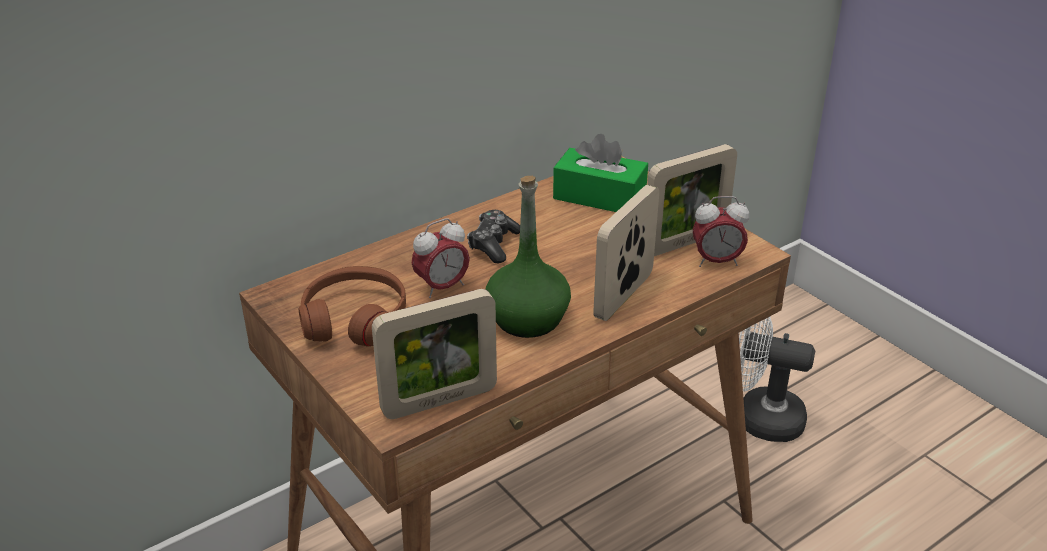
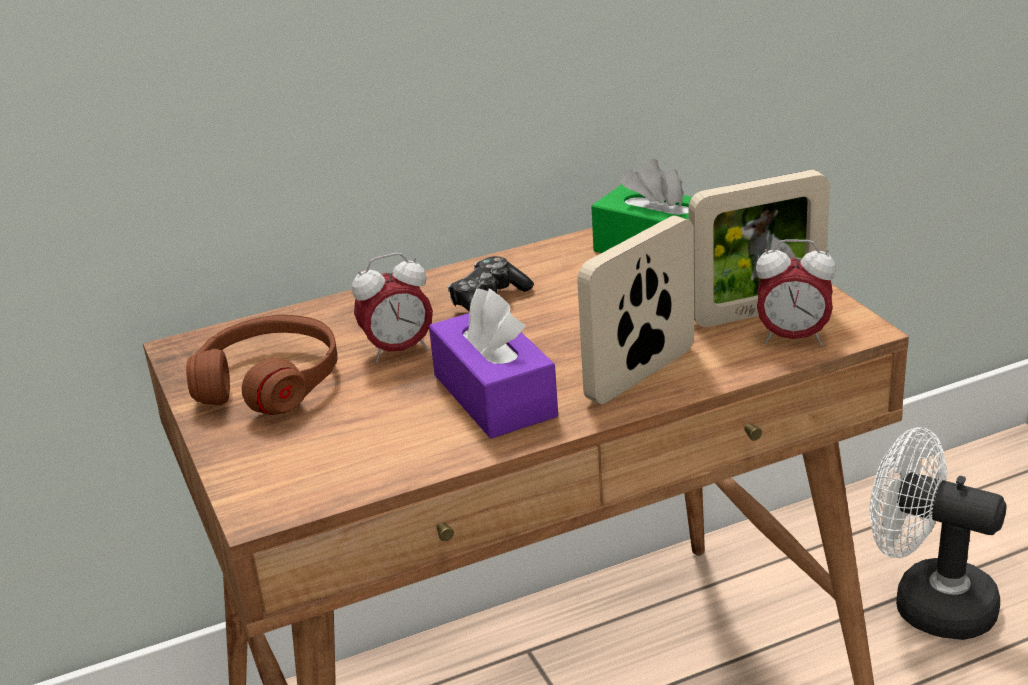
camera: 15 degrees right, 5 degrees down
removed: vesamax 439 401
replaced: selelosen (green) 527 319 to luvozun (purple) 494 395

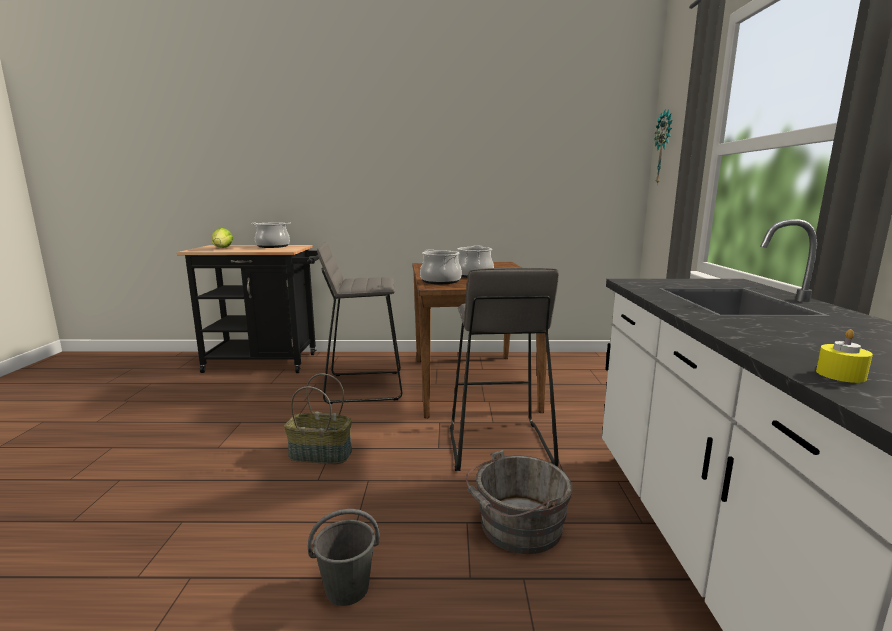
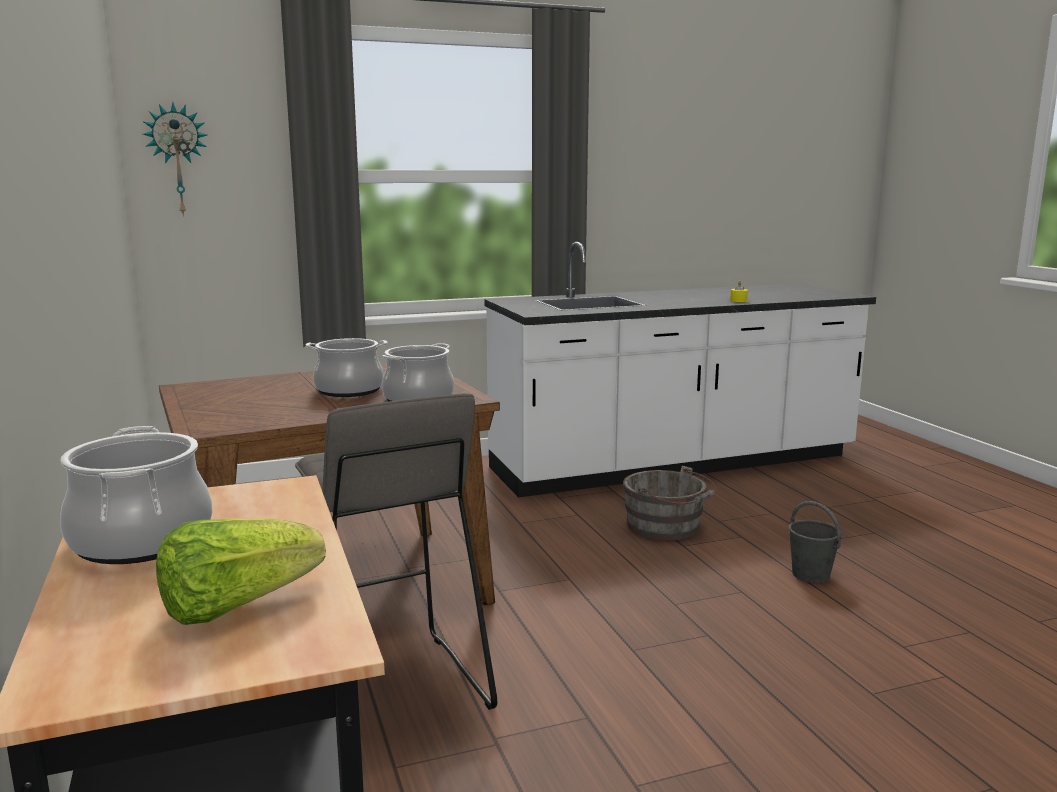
camera: 110 degrees left, 0 degrees up
removed: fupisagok 319 455; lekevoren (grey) 498 446

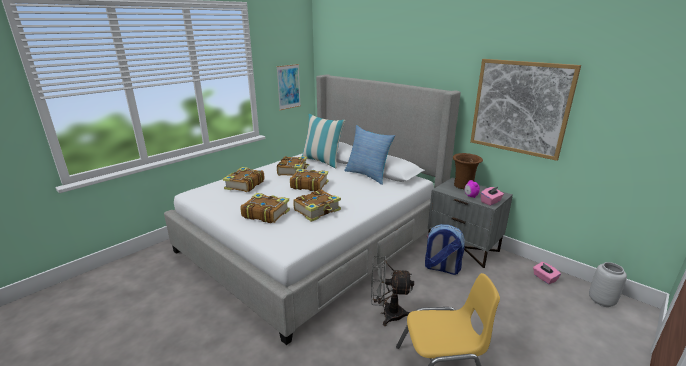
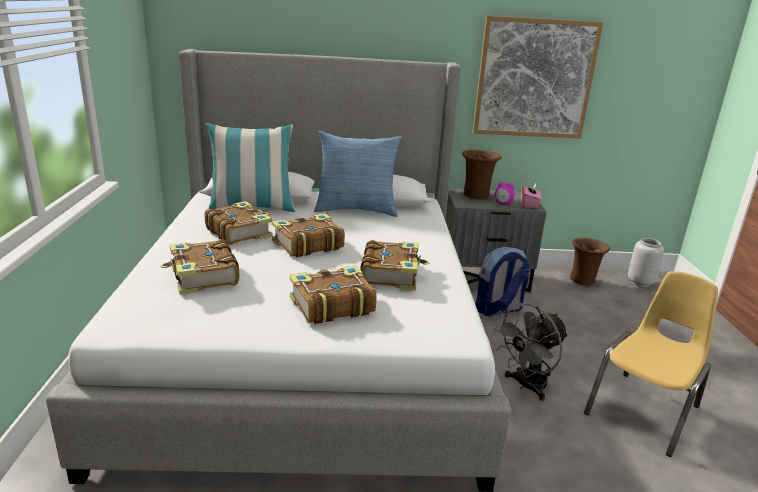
camera: 45 degrees left, 0 degrees up
removed: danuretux 288 87
replaced: luvozun (pink) 544 278 to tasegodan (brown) 583 280

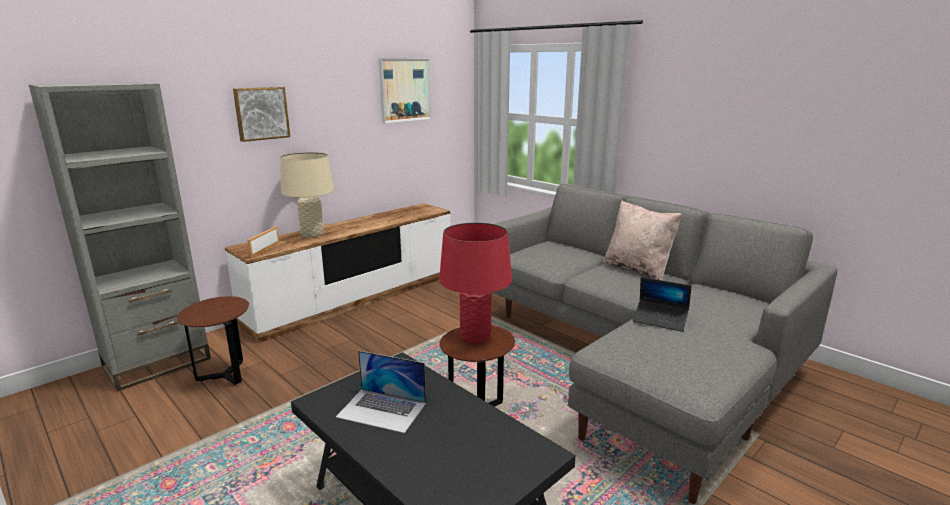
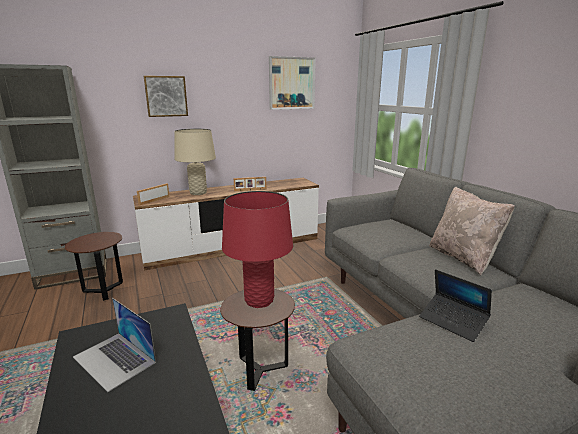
camera: 20 degrees right, 0 degrees up
added: vesamax 250 190

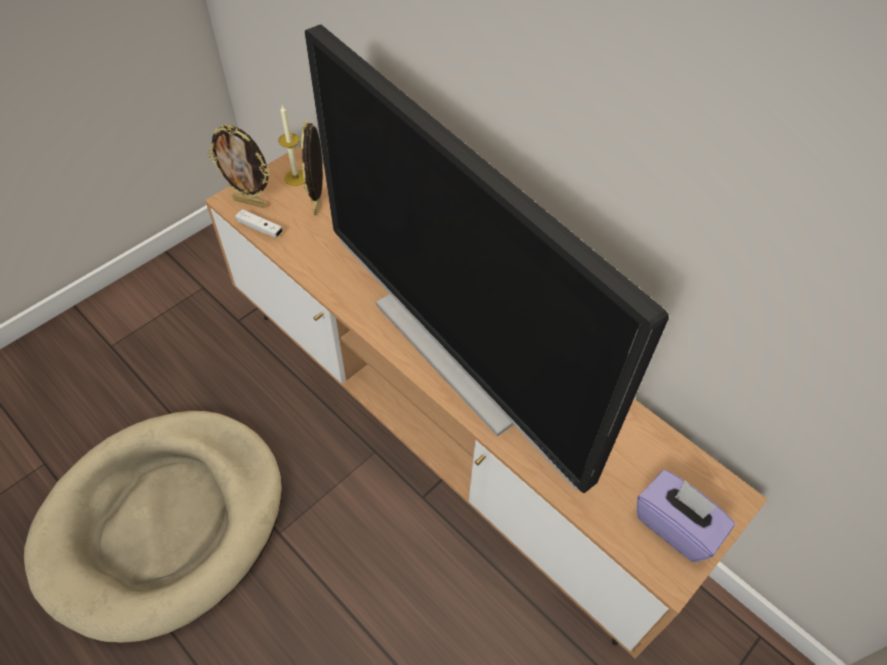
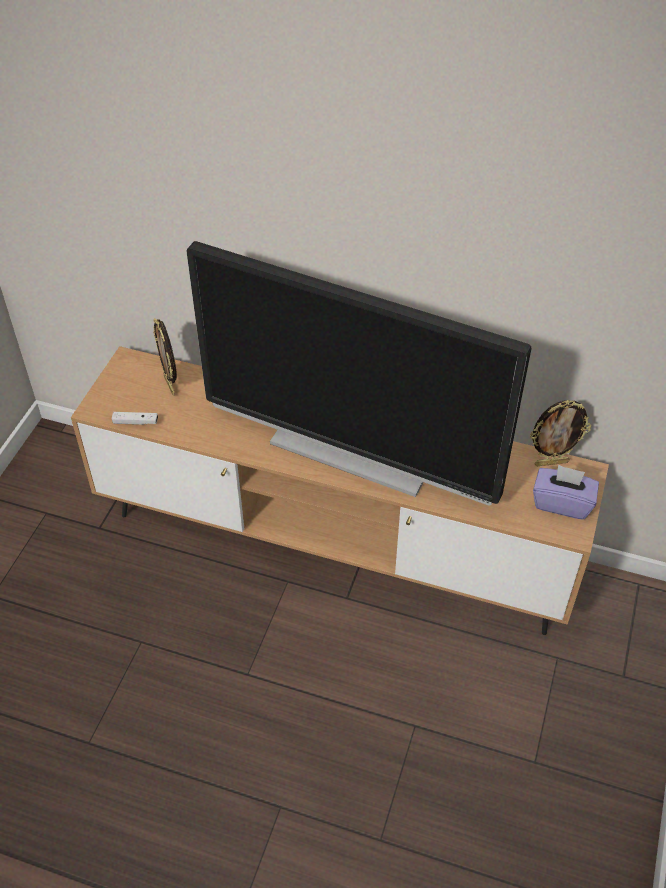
camera: 25 degrees left, 5 degrees down
removed: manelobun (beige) 164 522; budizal 296 178
moved: vesamax 250 202 to 551 462

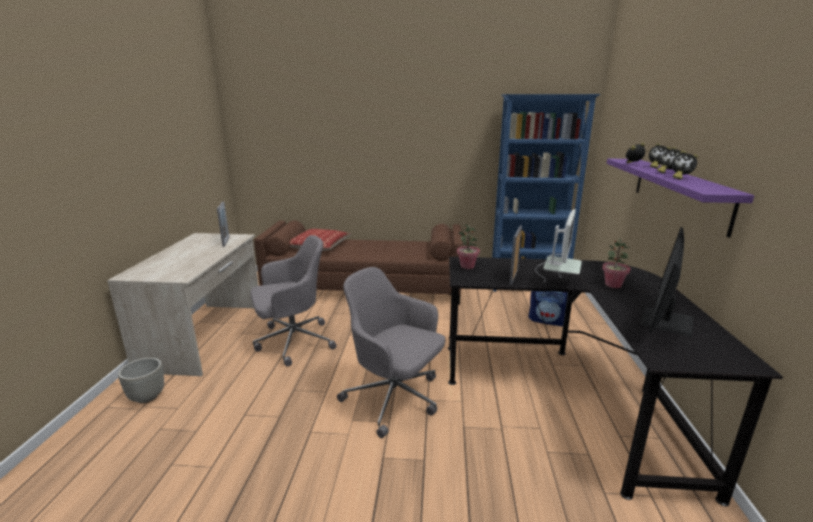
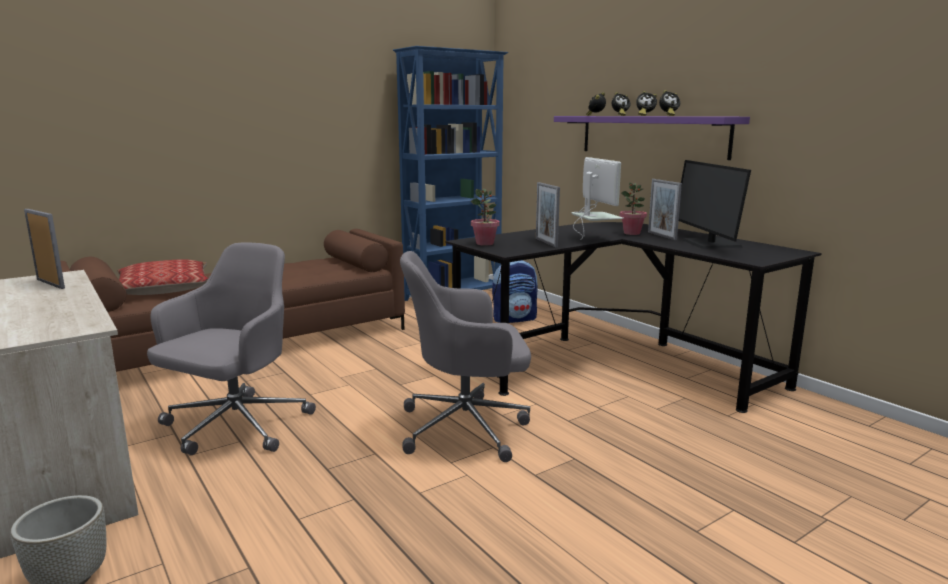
camera: 40 degrees left, 5 degrees down
added: vesamax 661 236

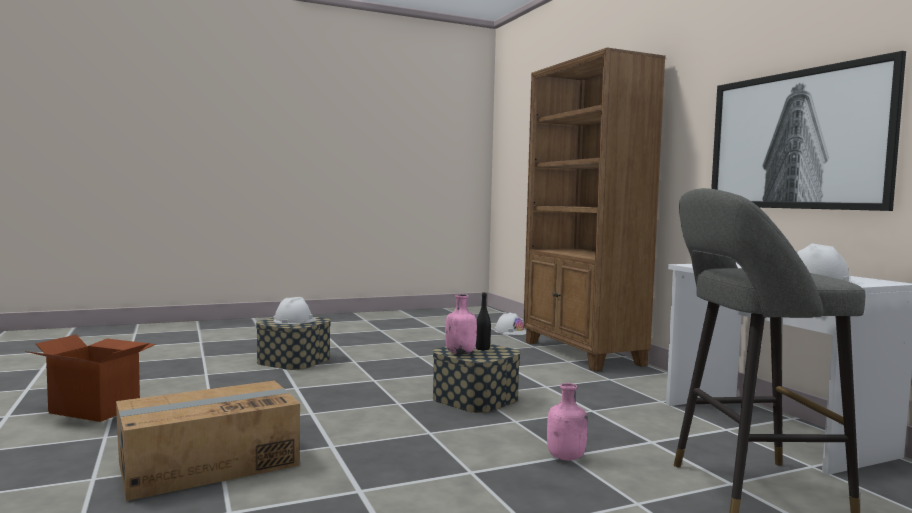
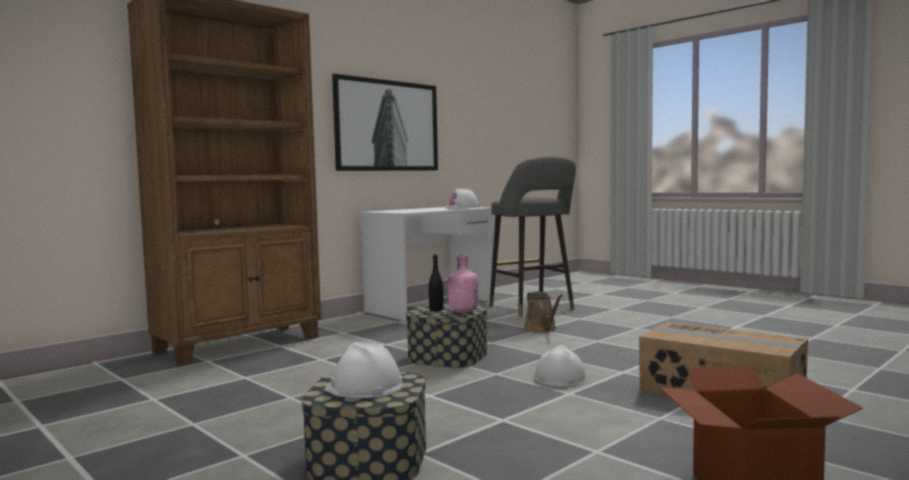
camera: 110 degrees left, 0 degrees up
moved: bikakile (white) 510 331 to 560 378
replaced: selelosen (pink) 566 458 to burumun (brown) 542 329

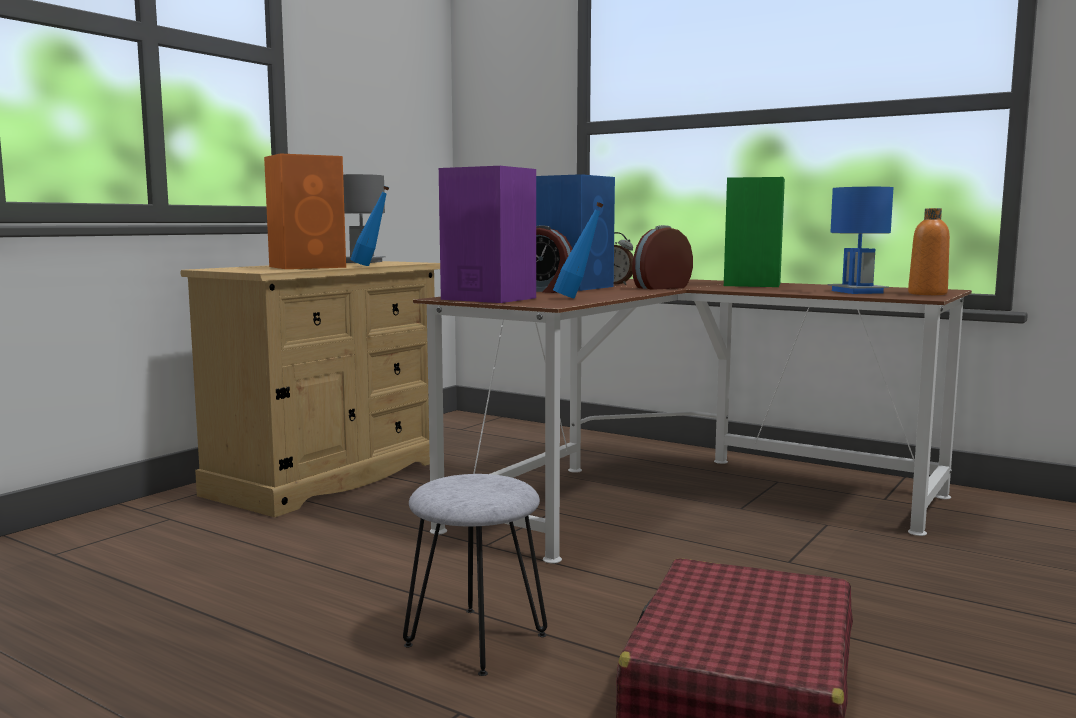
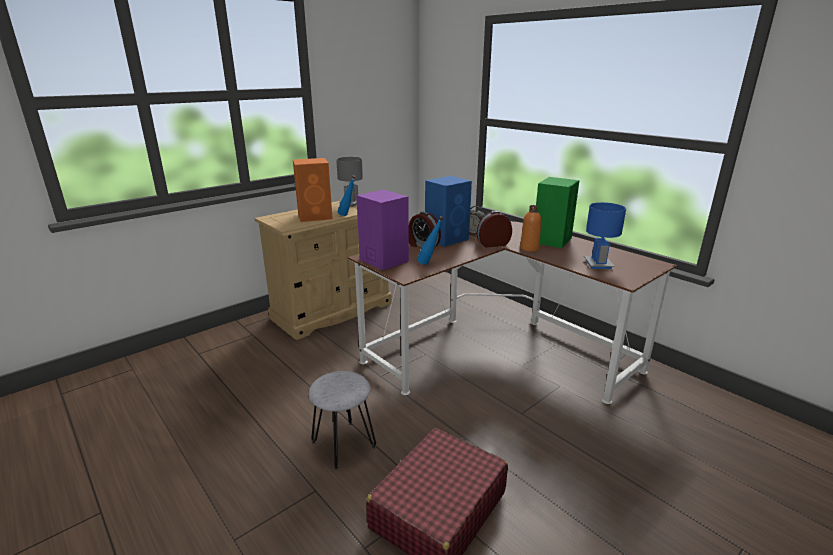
camera: 15 degrees right, 15 degrees up
moved: selelosen (orange) 927 294 to 529 248

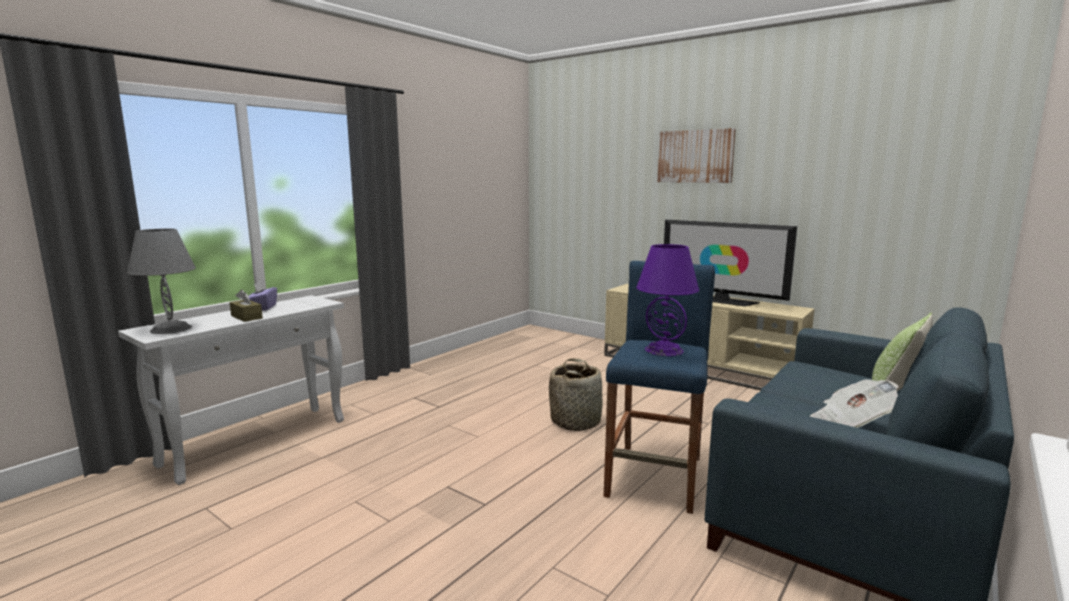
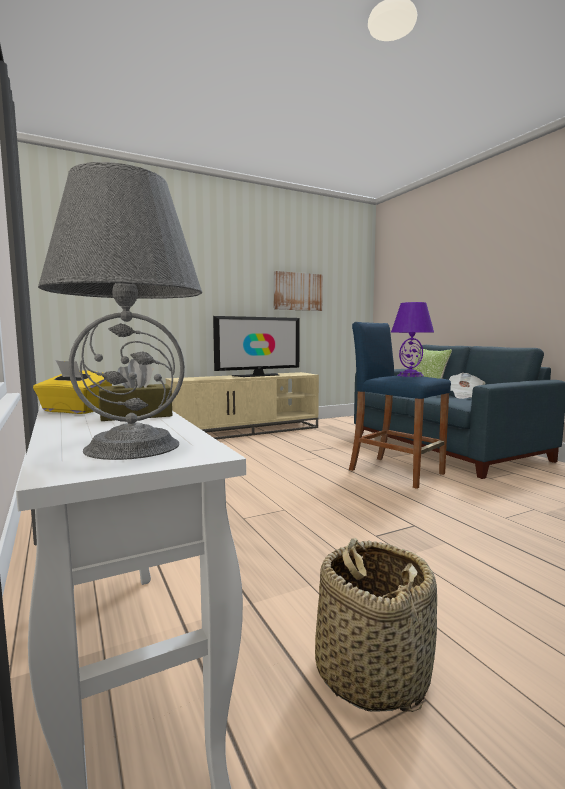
camera: 65 degrees left, 5 degrees down
moved: fupisagok 576 421 to 371 672; danuretux 695 156 to 298 291
recoloured: luvozun (purple) 263 307 to luvozun (yellow) 75 410

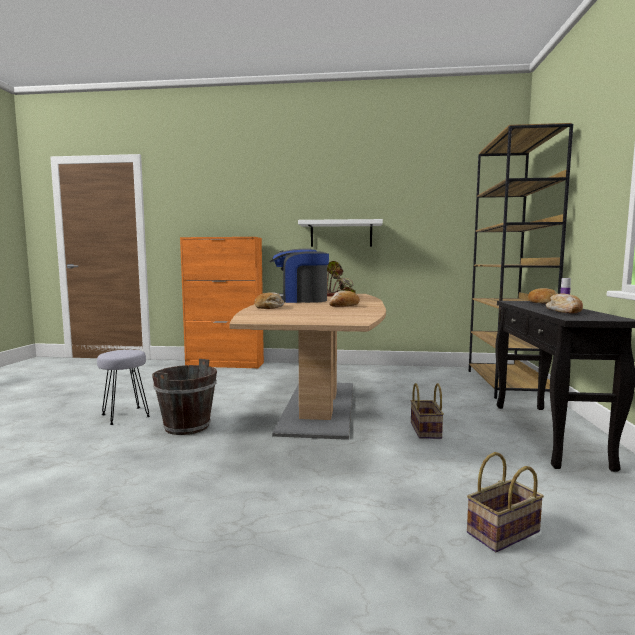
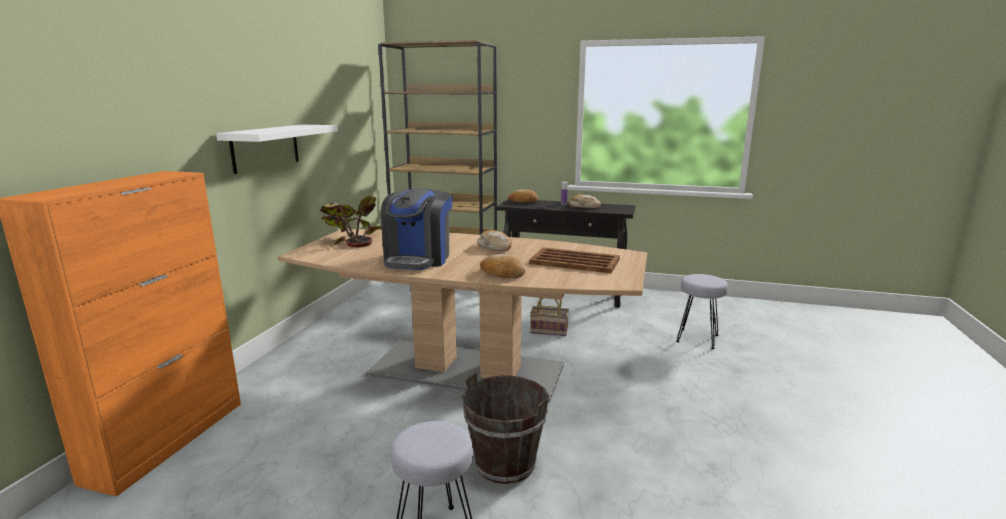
camera: 80 degrees left, 10 degrees up
added: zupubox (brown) 575 261
replaced: fupisagok 503 533 to lekevoren (grey) 698 339

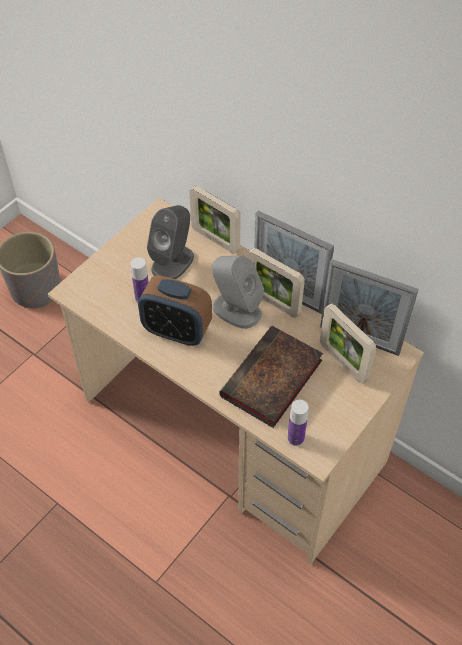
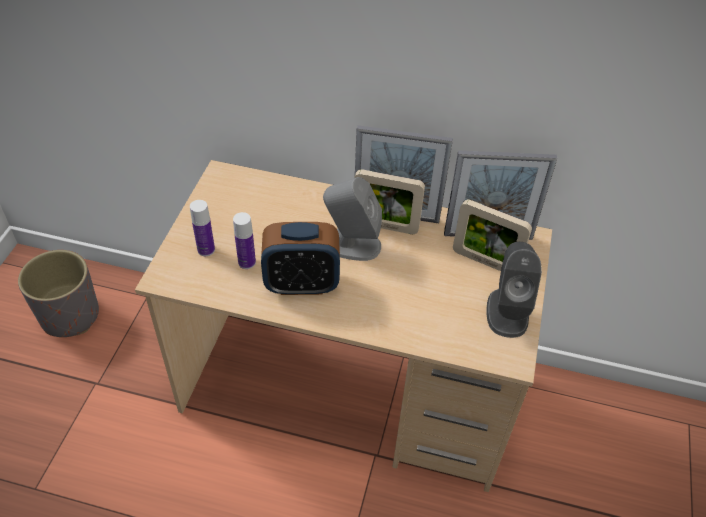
camera: 25 degrees left, 5 degrees down
removed: vesamax 215 240; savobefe 271 381
moved: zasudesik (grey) 173 262 to 507 311; selelosen 295 438 to 206 250

